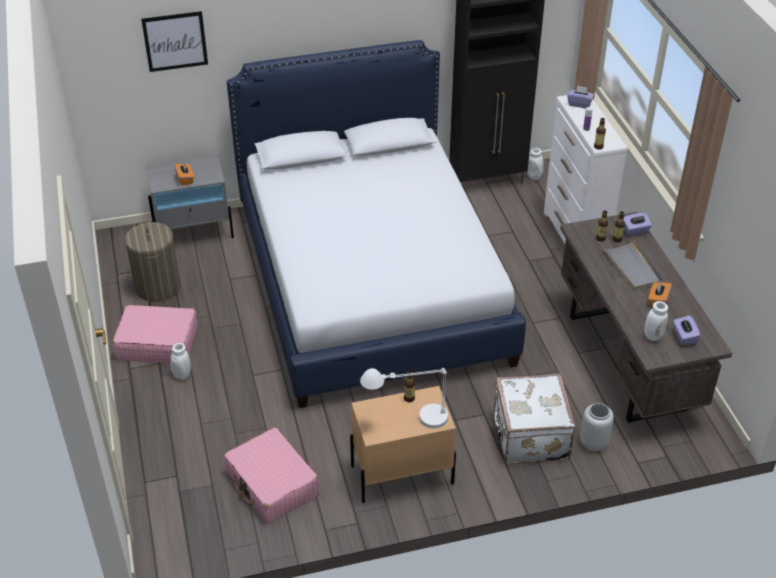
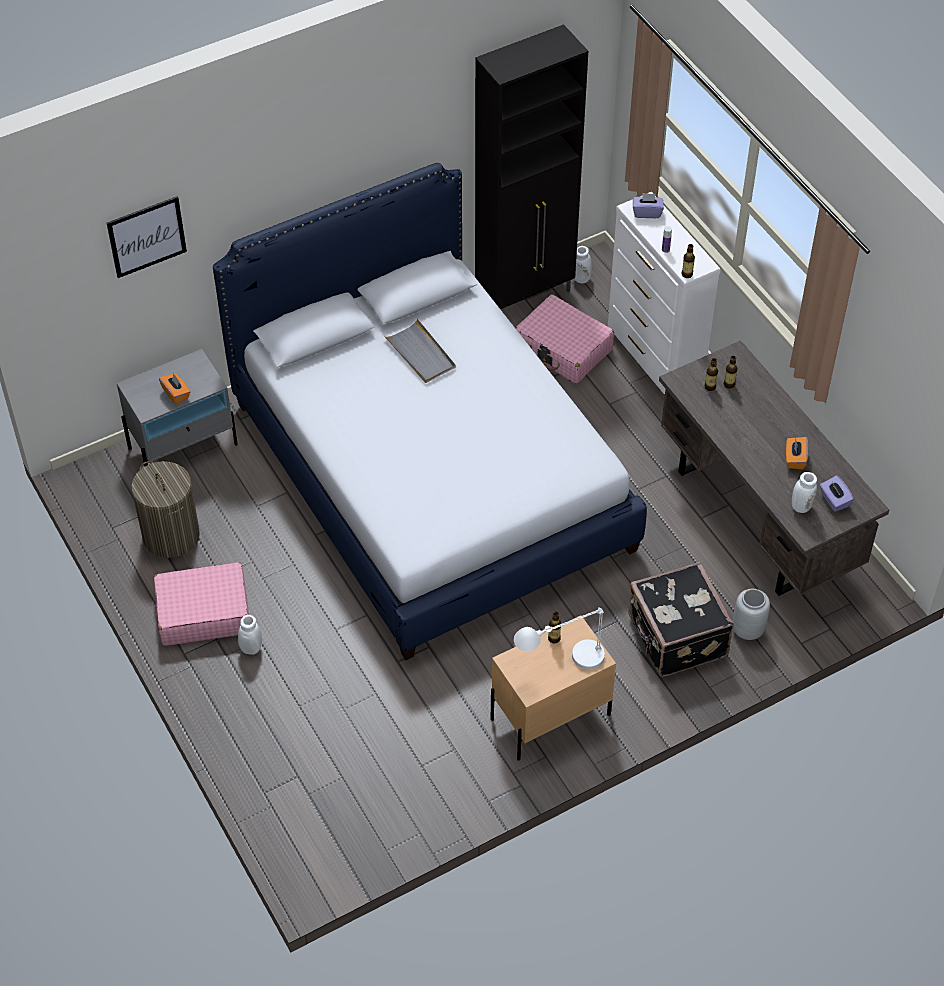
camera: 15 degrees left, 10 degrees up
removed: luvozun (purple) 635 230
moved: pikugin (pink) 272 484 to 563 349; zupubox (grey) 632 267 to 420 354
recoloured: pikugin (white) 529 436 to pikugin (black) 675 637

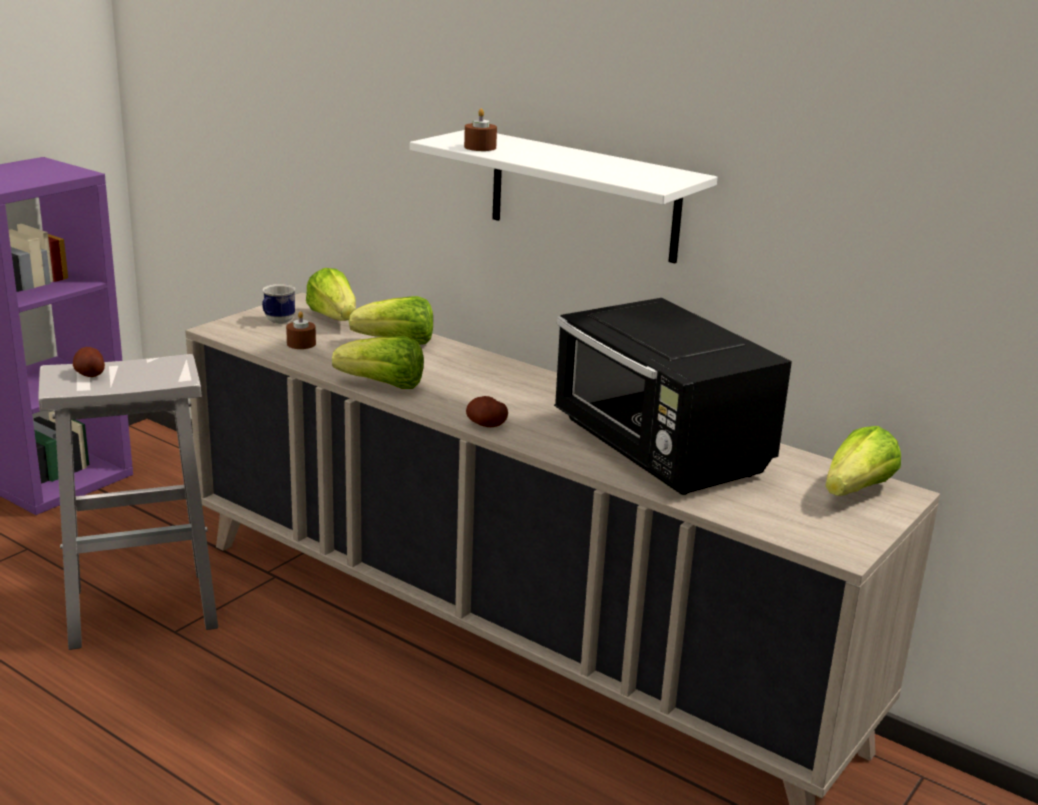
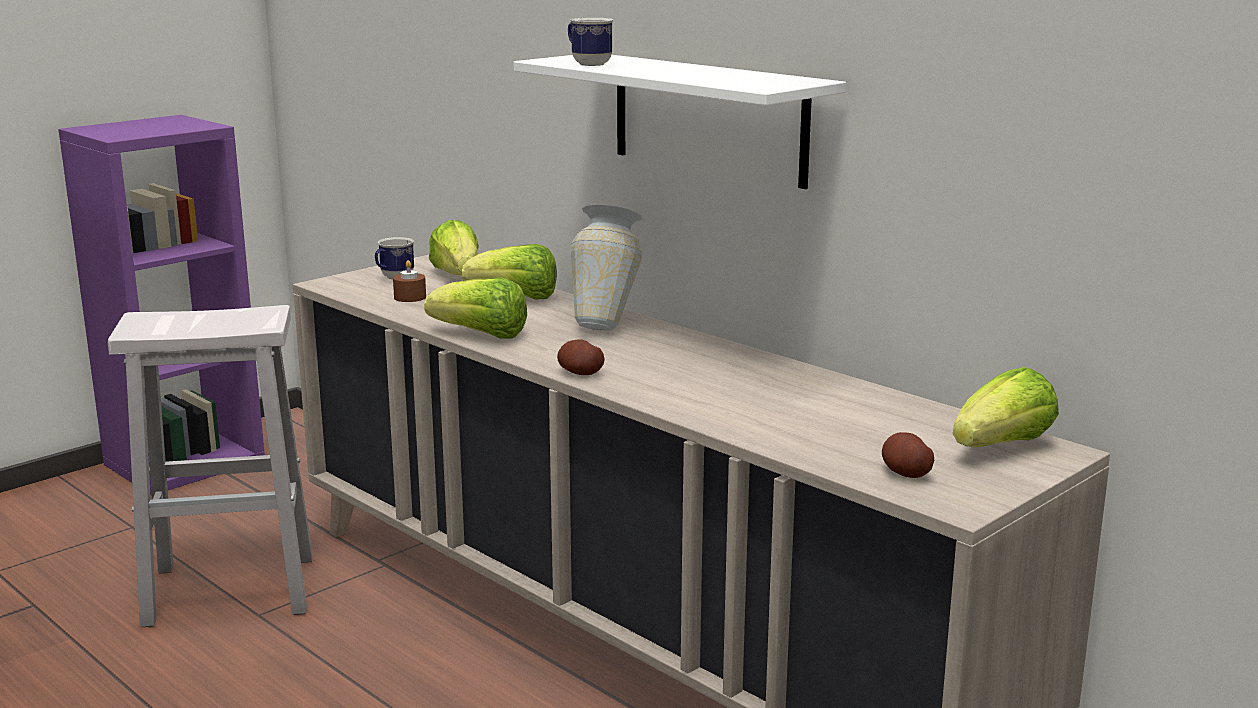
camera: 10 degrees right, 5 degrees down
removed: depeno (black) 660 451
added: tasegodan 607 324
moved: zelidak 90 374 to 905 473
replaced: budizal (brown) 480 147 to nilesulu 587 64

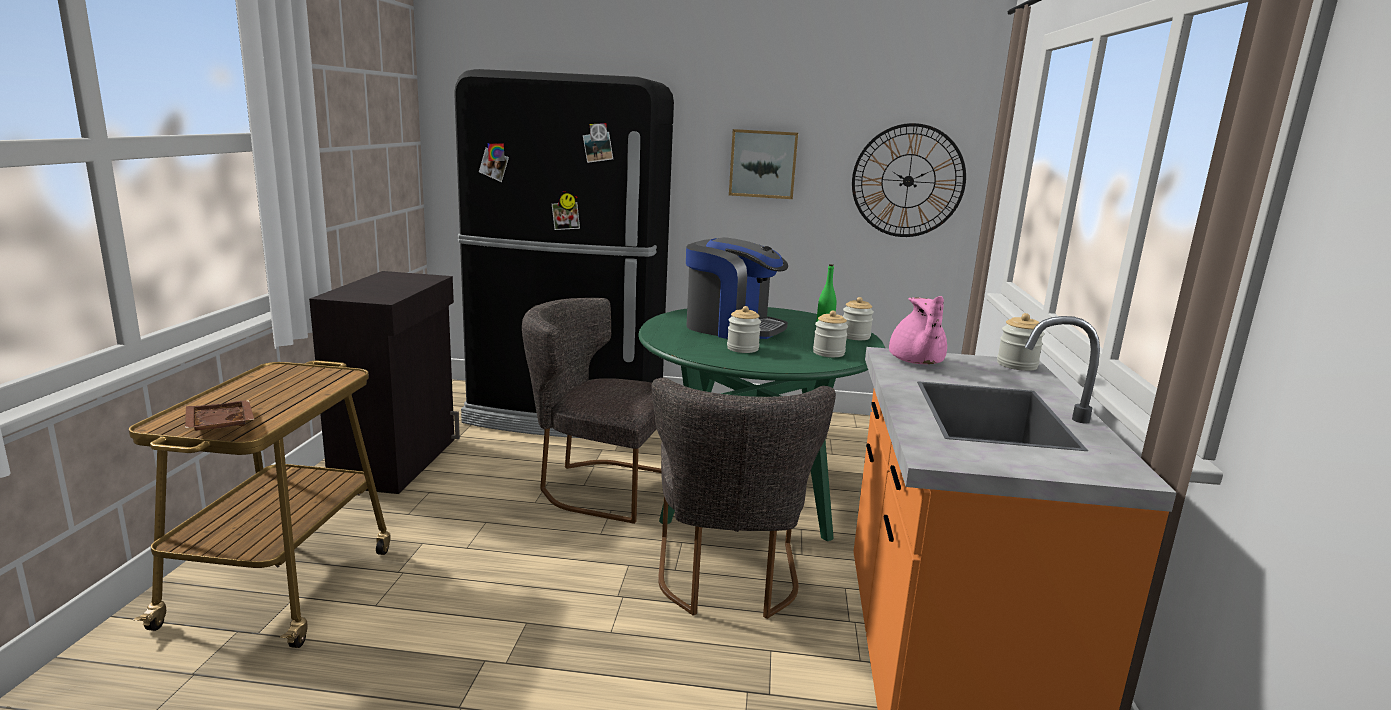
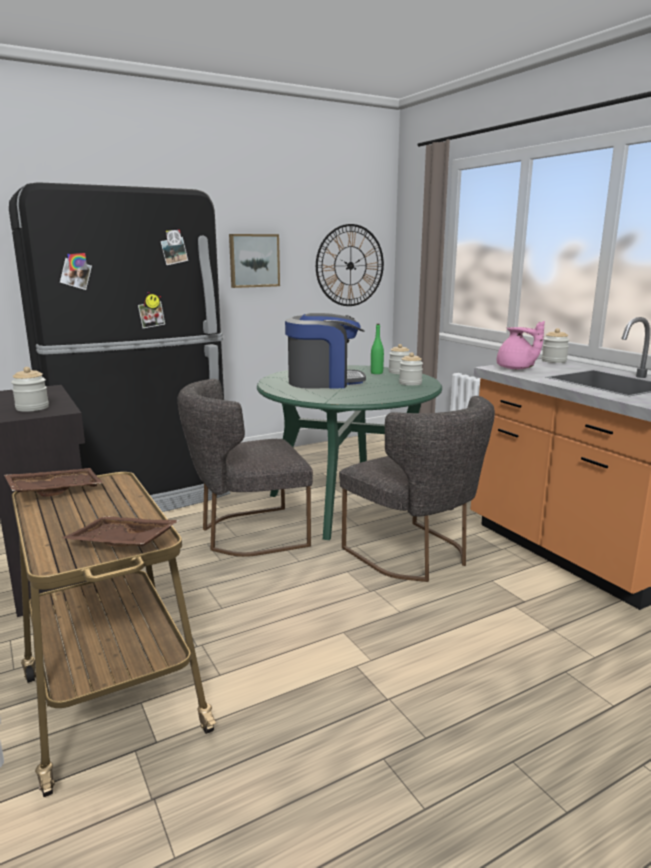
camera: 35 degrees left, 0 degrees up
added: zupubox (brown) 55 490
moved: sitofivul 742 348 to 32 408

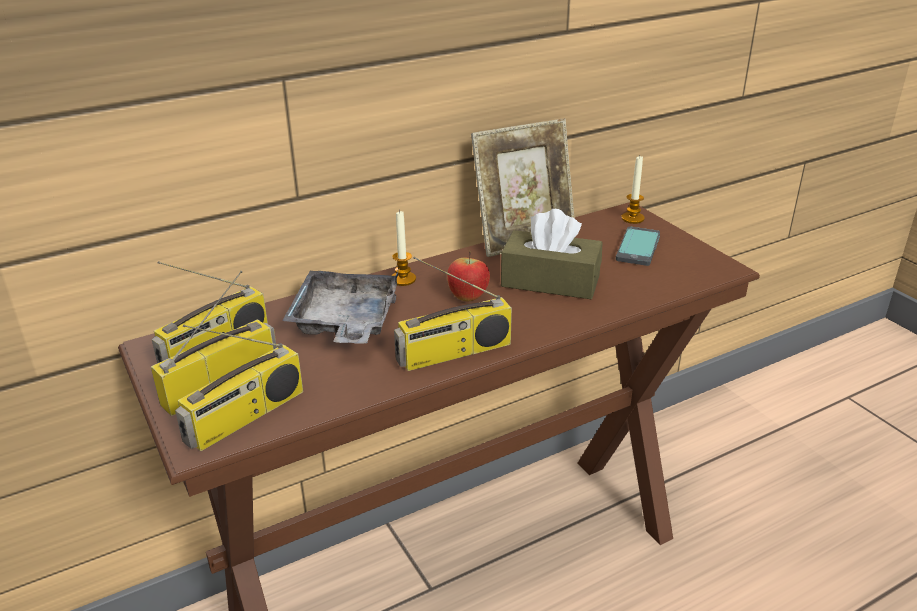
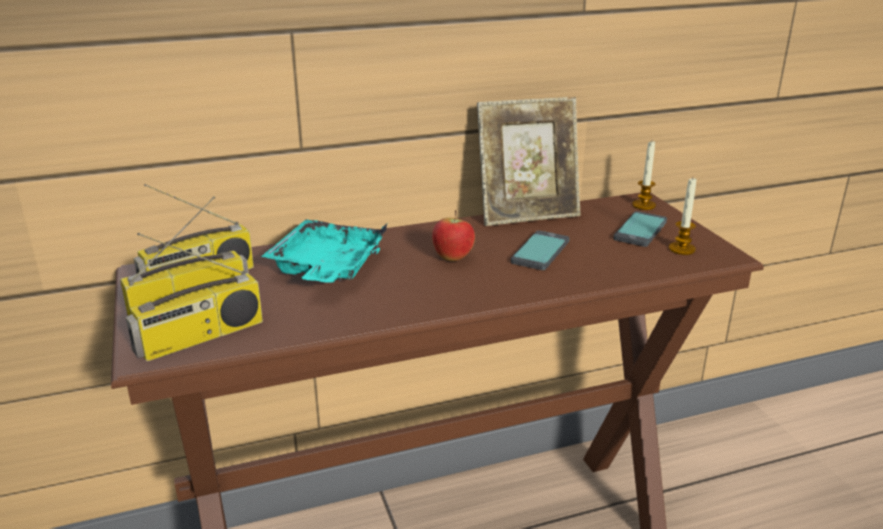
camera: 10 degrees right, 5 degrees down
removed: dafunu 454 353
moved: budizal 403 279 to 681 249
replaced: luvozun (brown) 550 281 to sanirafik 540 251
recoloured: zupubox (grey) 345 322 to zupubox (turquoise) 327 268

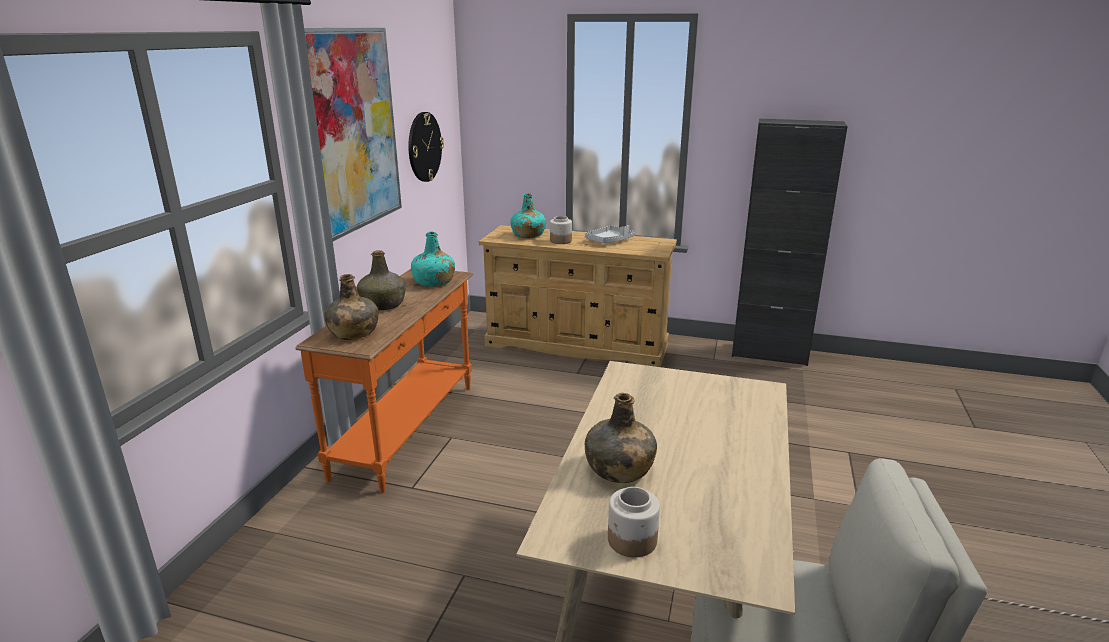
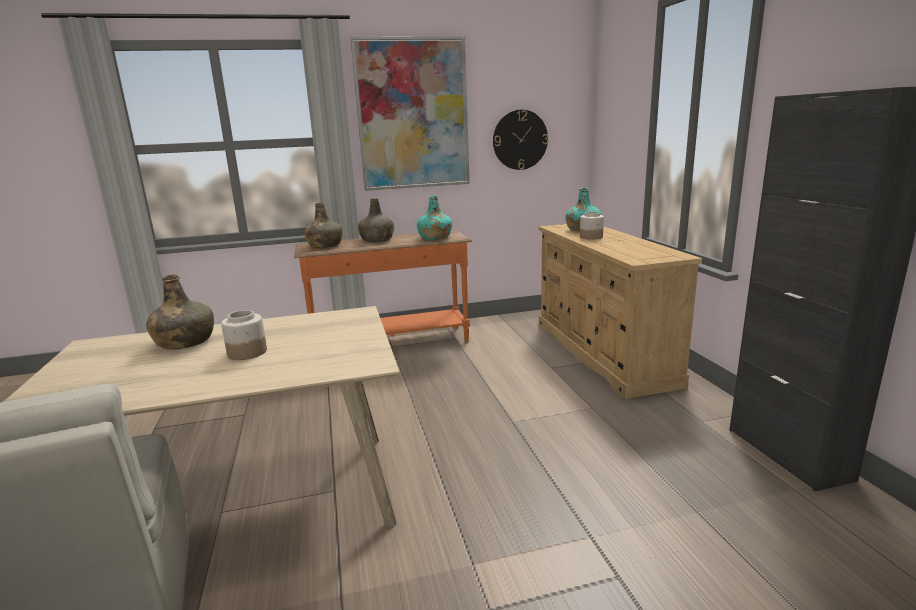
camera: 60 degrees right, 5 degrees down
removed: zupubox (grey) 609 241
moved: sitofivul 632 541 to 246 352

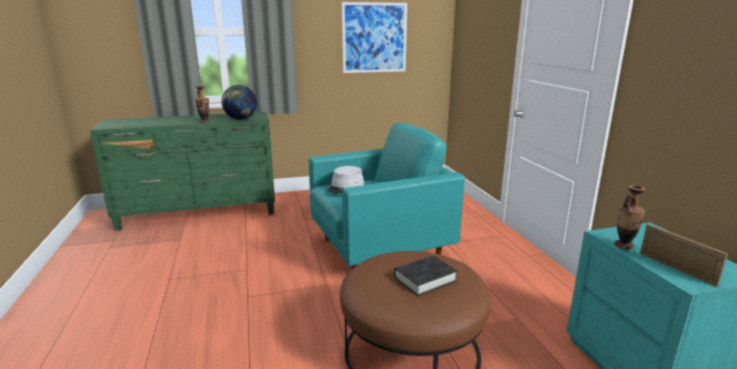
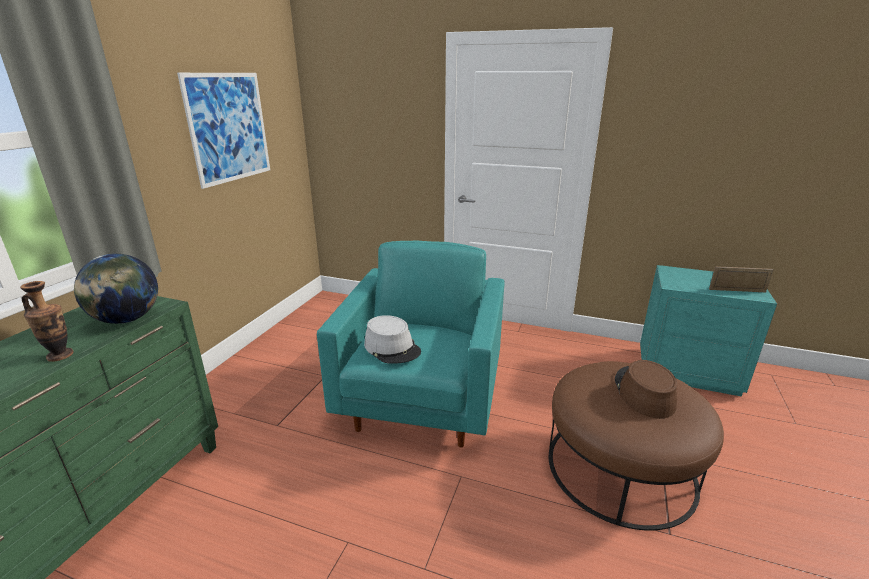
camera: 55 degrees left, 5 degrees up
removed: tasegodan 623 245
replaced: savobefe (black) 425 279 to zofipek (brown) 643 392

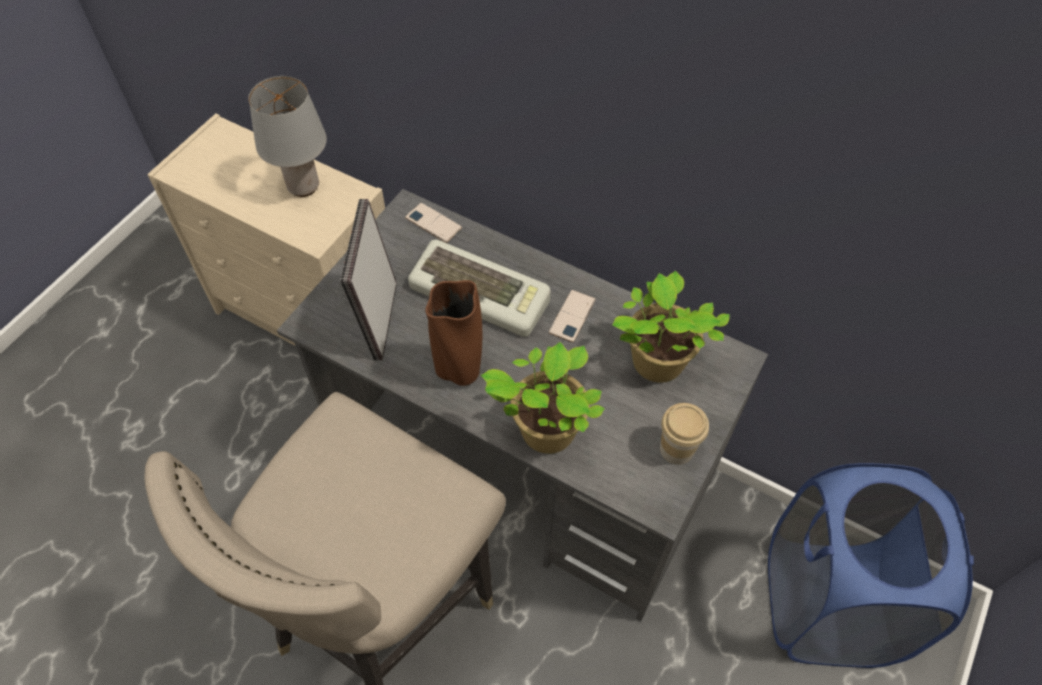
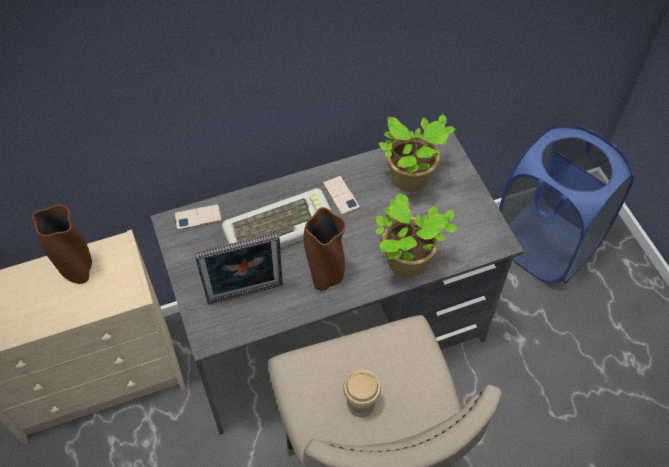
camera: 50 degrees left, 0 degrees up
moved: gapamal 676 449 to 360 404
replaced: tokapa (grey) 304 186 to tasegodan (brown) 78 272
turned: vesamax 379 320 = 246 296 60 degrees counterclockwise

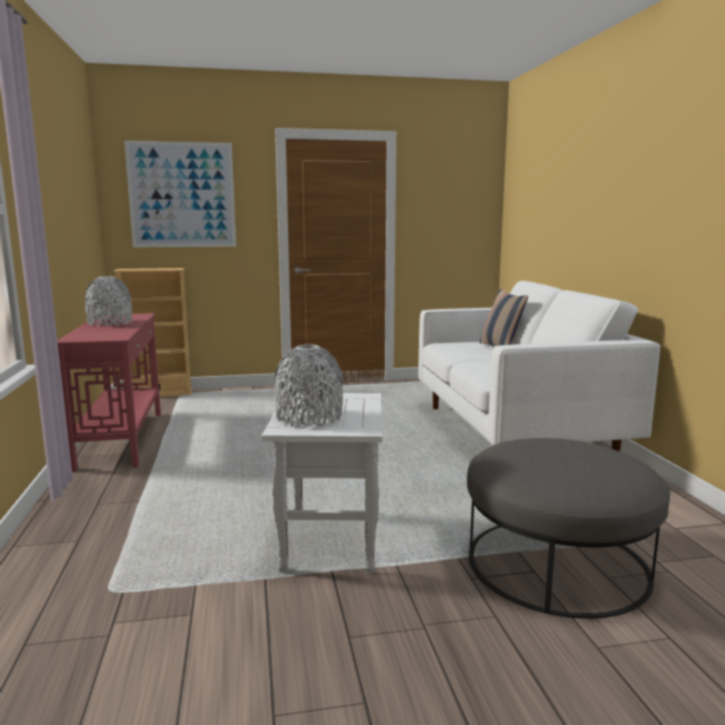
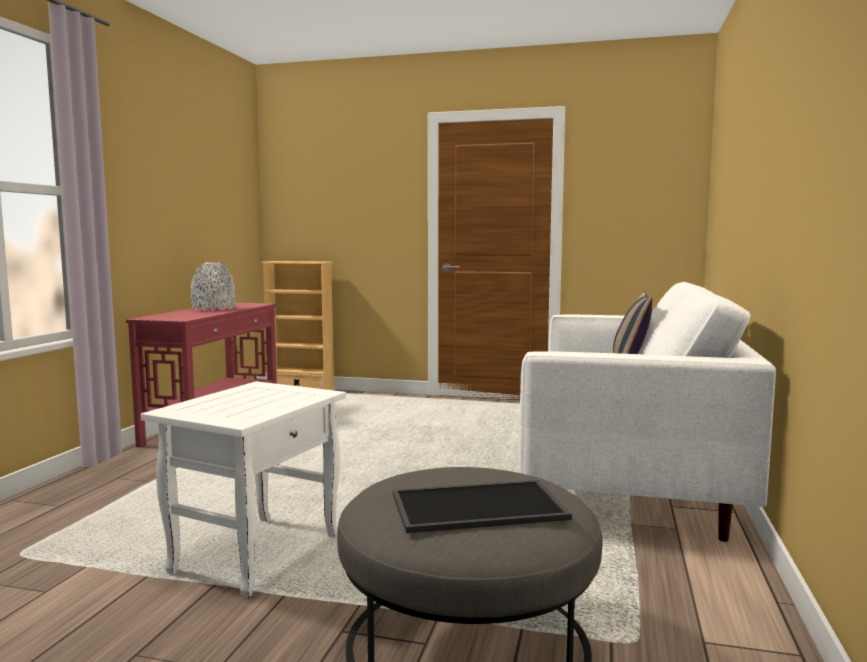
camera: 25 degrees right, 5 degrees down
removed: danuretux 182 195; tasegodan (grey) 309 417
added: zupubox 477 508

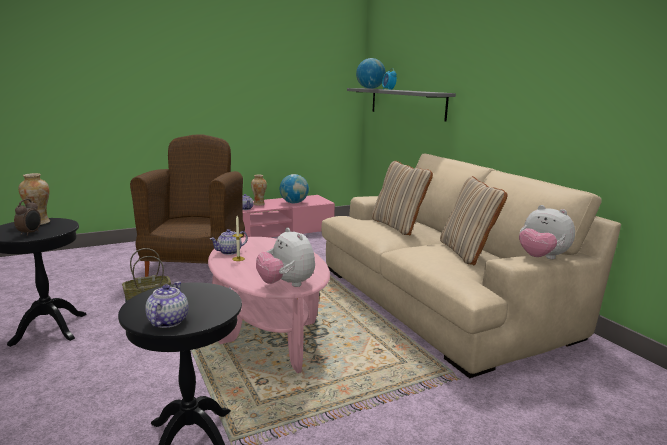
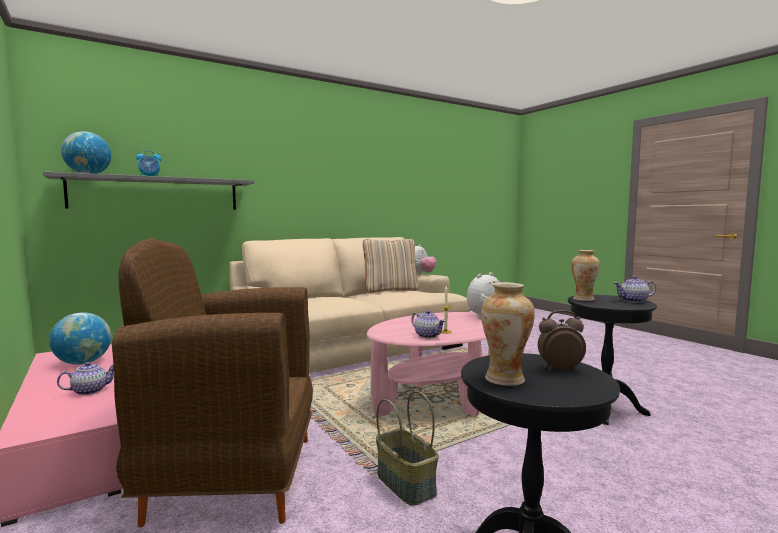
camera: 95 degrees left, 10 degrees down
removed: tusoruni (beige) 398 226
moved: tasegodan 259 204 to 583 299

